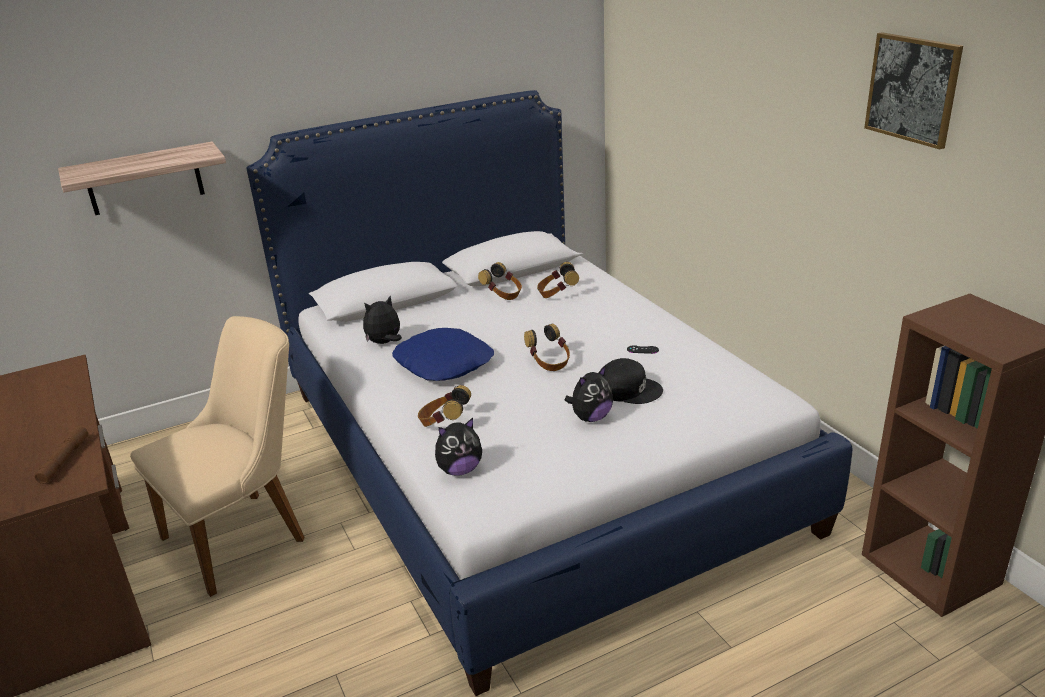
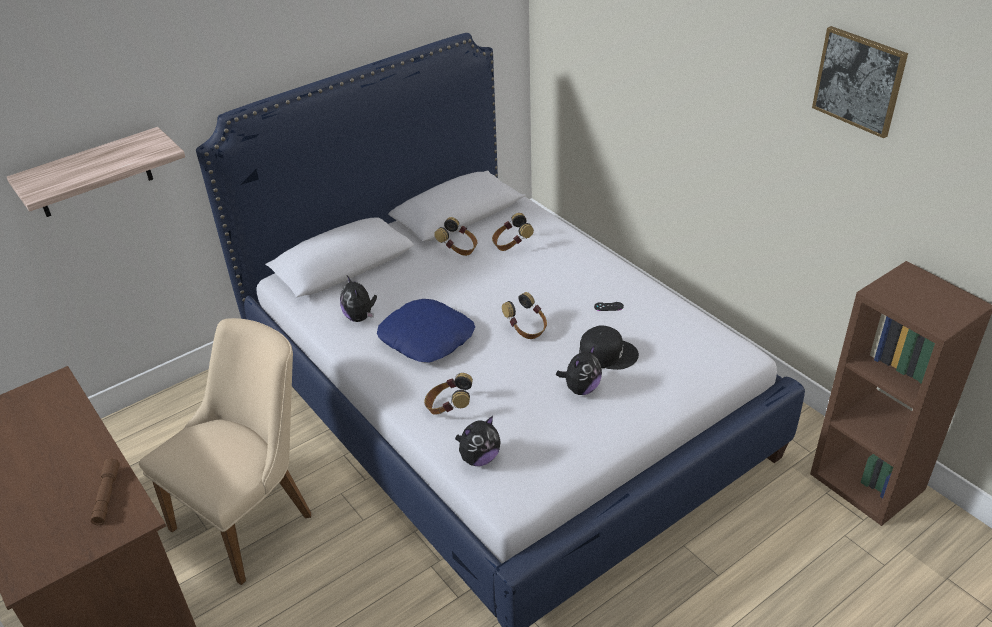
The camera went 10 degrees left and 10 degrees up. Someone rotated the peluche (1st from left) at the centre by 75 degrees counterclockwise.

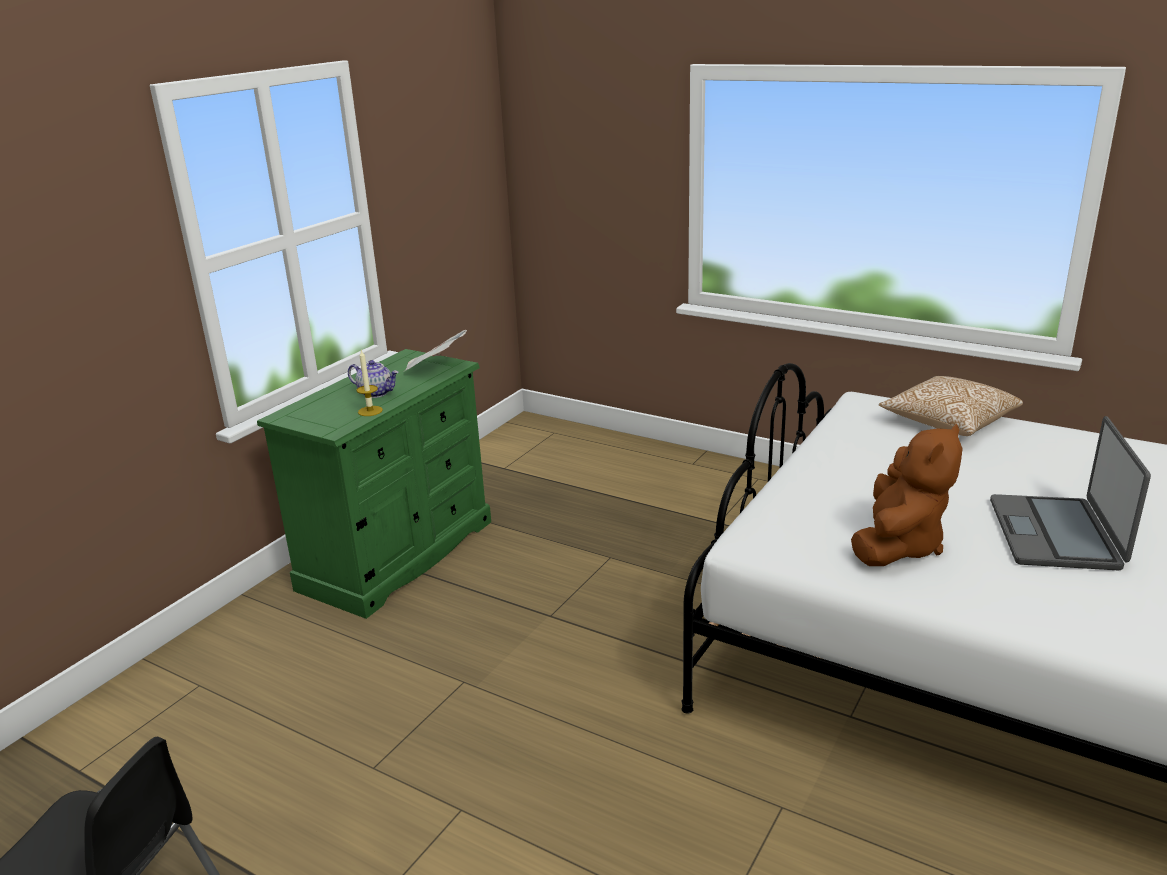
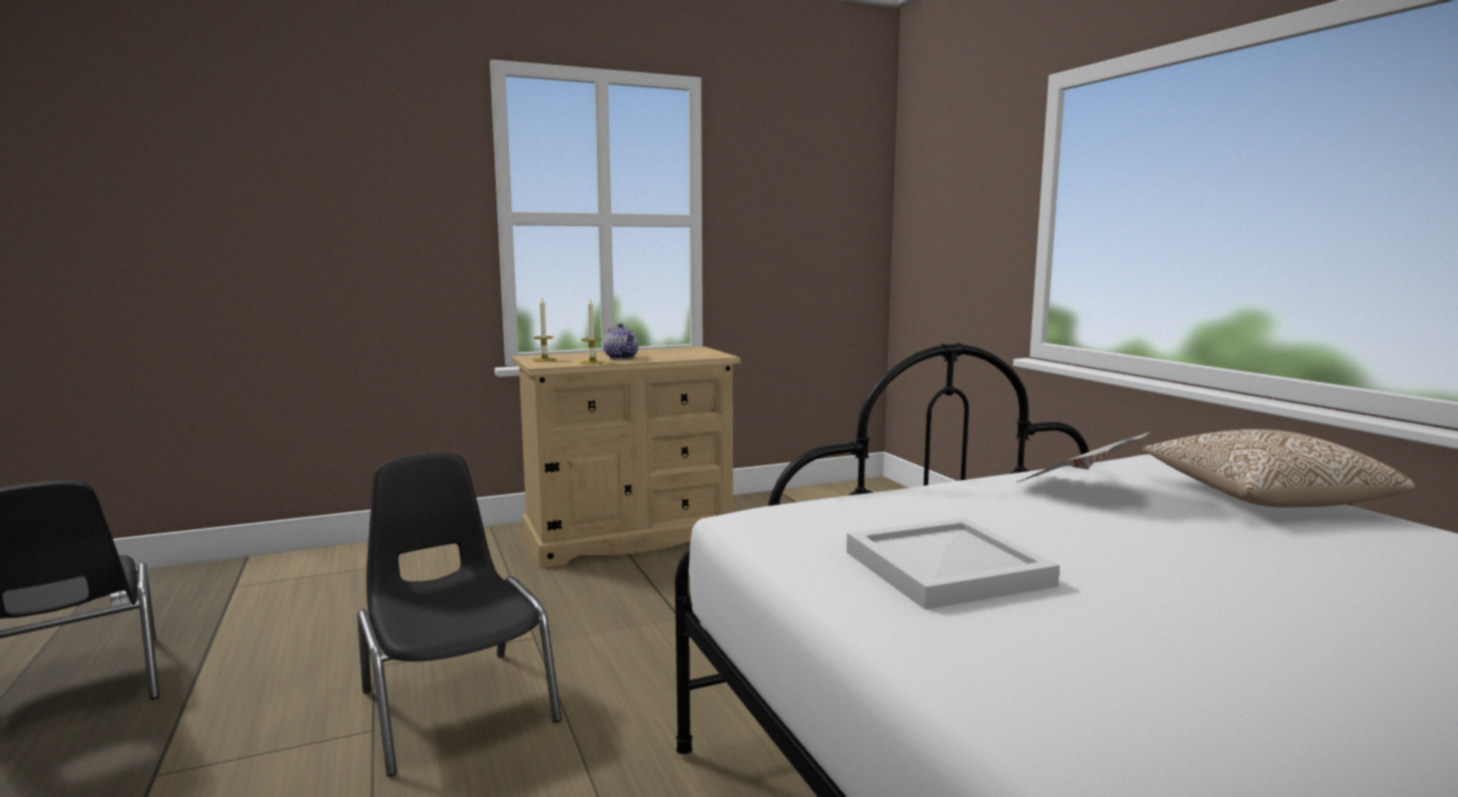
The camera went 35 degrees right and 15 degrees down. Someone put down the silla [negro] (2nd from left) at the bottom left. Someone repainted the cómoda [verde] at the middle left, which became the cómoda [beis] at the centre. Someone put down the vela (1st from left) at the centre. Someone swapped the peluche [marrón] at the middle right for the bandeja [blanco] at the bottom centre. Someone carried the periódico from the centre to the middle right. Someone took away the portátil at the middle right.

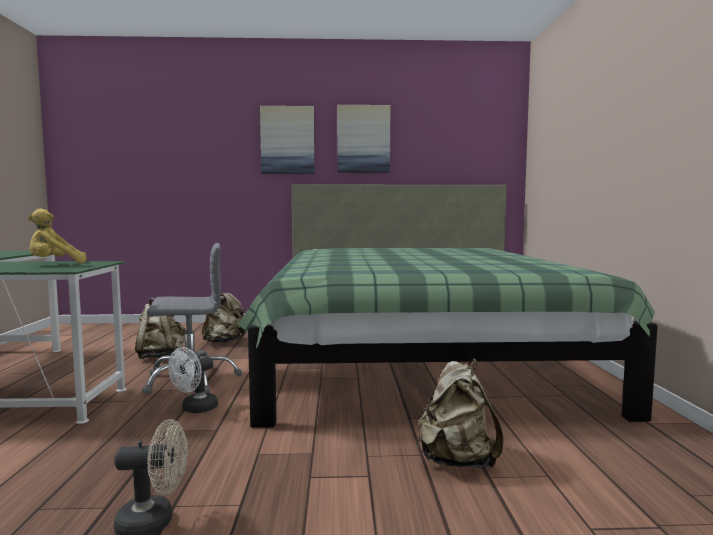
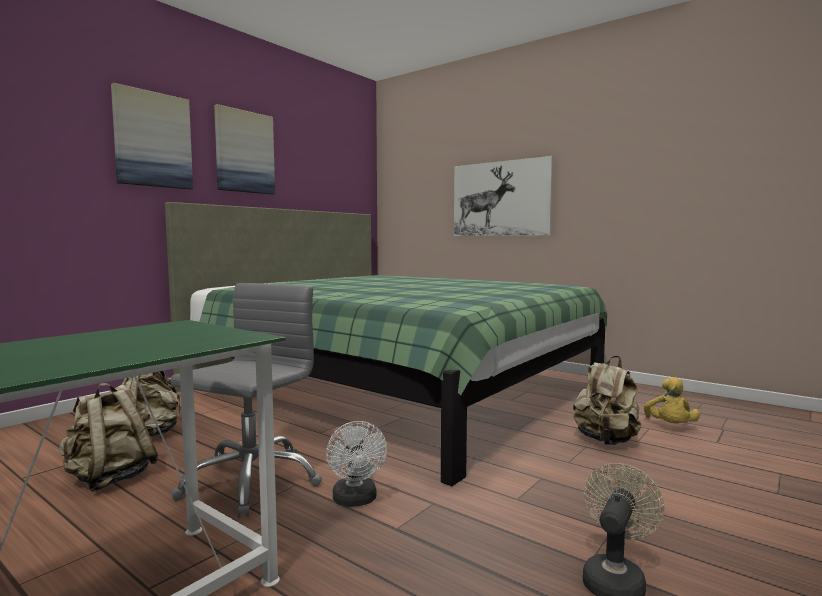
The camera went 50 degrees left and 0 degrees up. Someone put up the cuadro (3rd from left) at the top centre. Someone carried the peluche [amarillo] from the middle left to the bottom right.

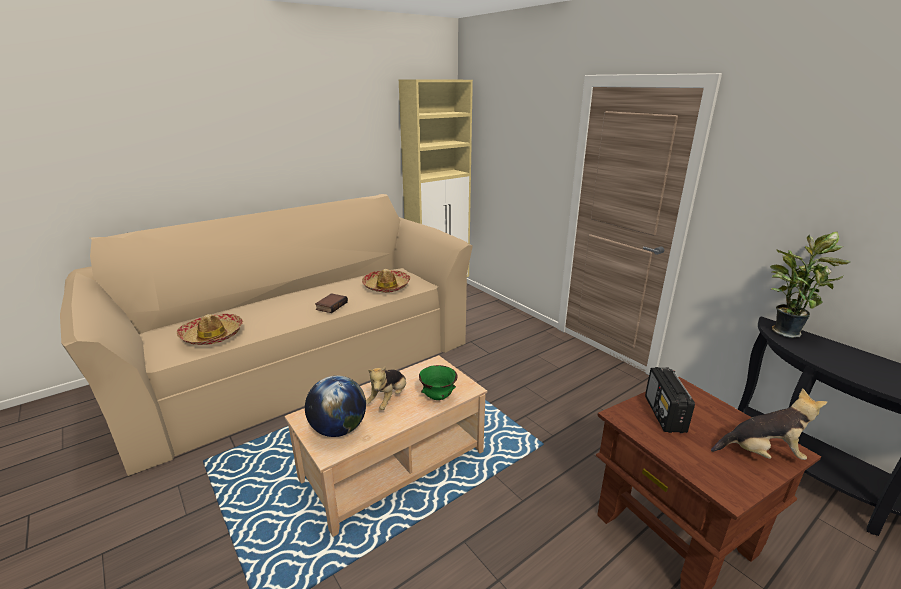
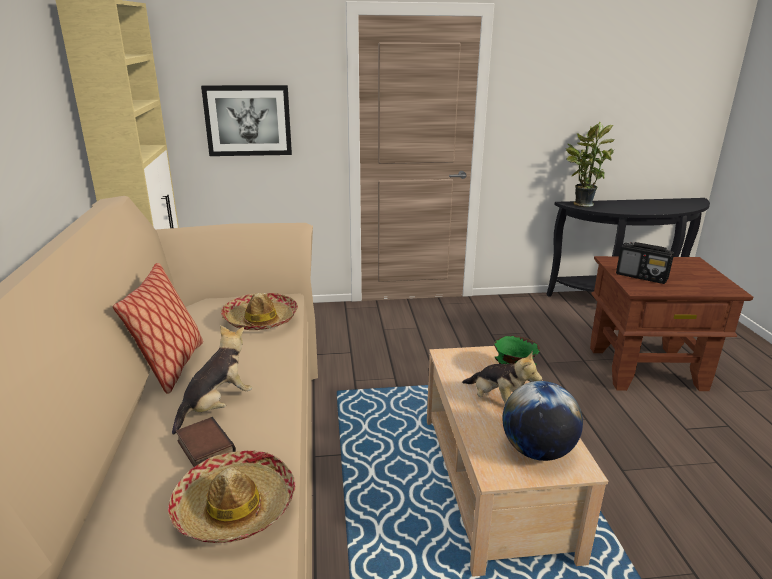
The camera went 60 degrees left and 0 degrees up. Someone put down the cojín at the middle left. Someone carried the peluche (2nd from left in the first image) from the bottom right to the middle left. Someone carried the libro from the centre to the bottom left. Someone put up the cuadro at the top left.

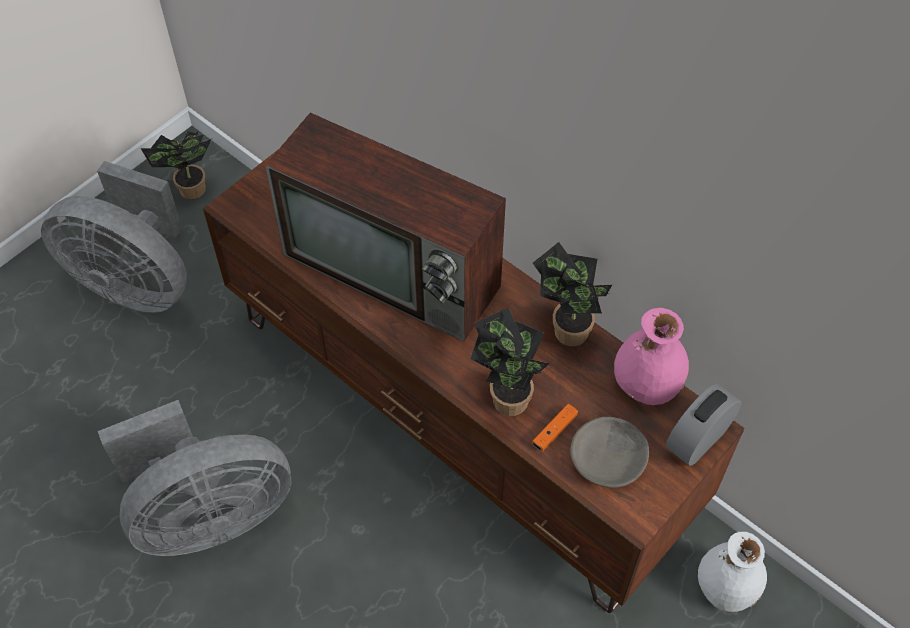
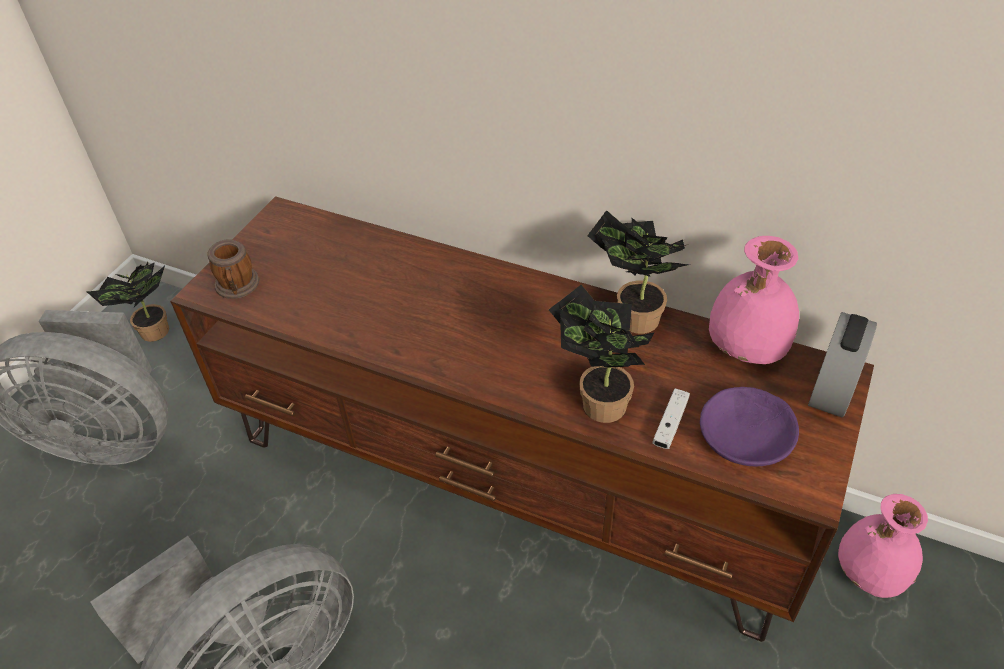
The camera went 15 degrees left and 10 degrees down. Someone put down the taza grande at the middle left. Someone repainted the mando de consola [naranja] at the bottom centre, which became the mando de consola [blanco] at the middle right. Someone repainted the cuenco [gris] at the bottom right, which became the cuenco [morado] at the middle right. Someone repainted the florero [blanco] at the bottom right, which became the florero [rosa] (2nd from left) at the bottom right. Someone took away the televisor at the centre.

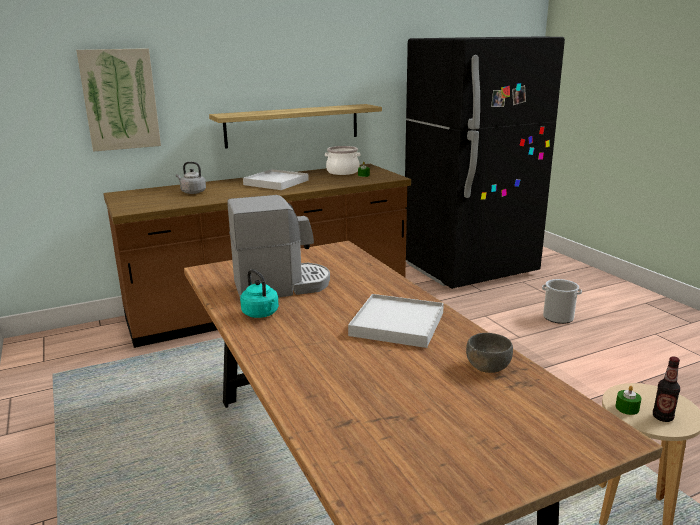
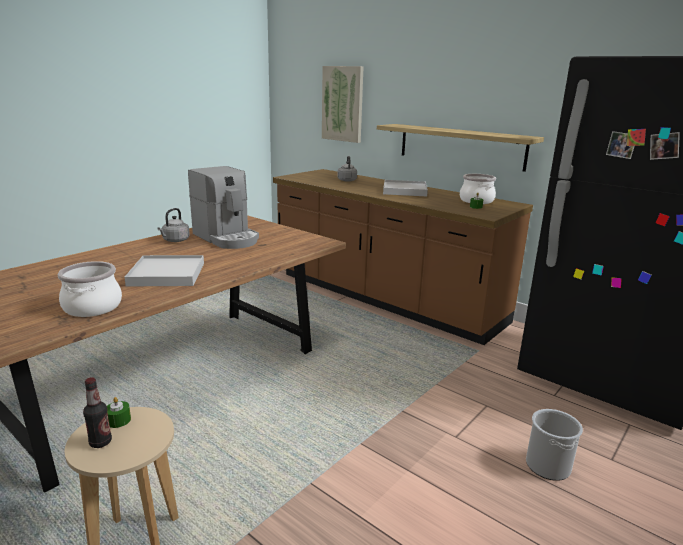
The camera went 65 degrees right and 0 degrees up. Someone swapped the cuenco [gris] at the bottom right for the olla (1st from left) at the middle left. Someone repainted the hervidor [turquesa] at the centre, which became the hervidor [gris] (1st from left) at the middle left.

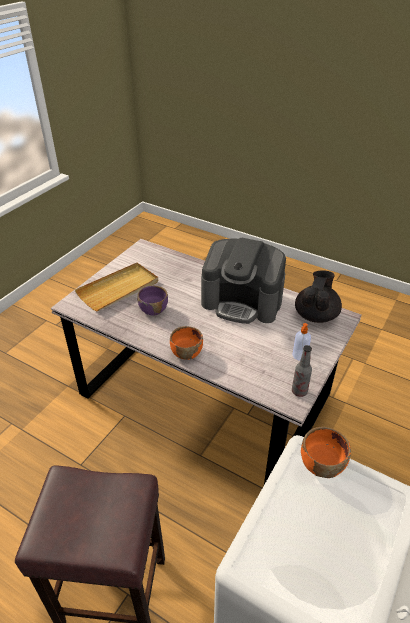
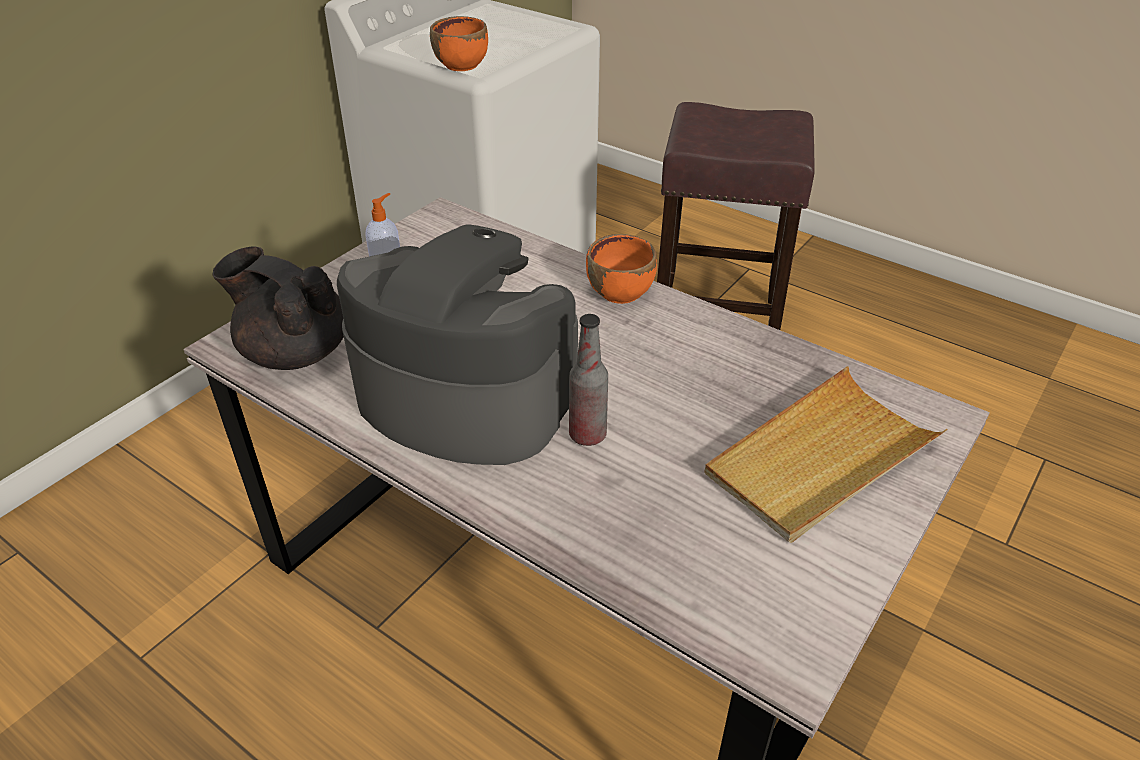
The camera went 175 degrees left and 0 degrees up. Someone rotated the tetera [negro] at the middle right by 90 degrees clockwise. Someone carried the botella from the middle right to the centre. Someone took away the cuenco [morado] at the centre.

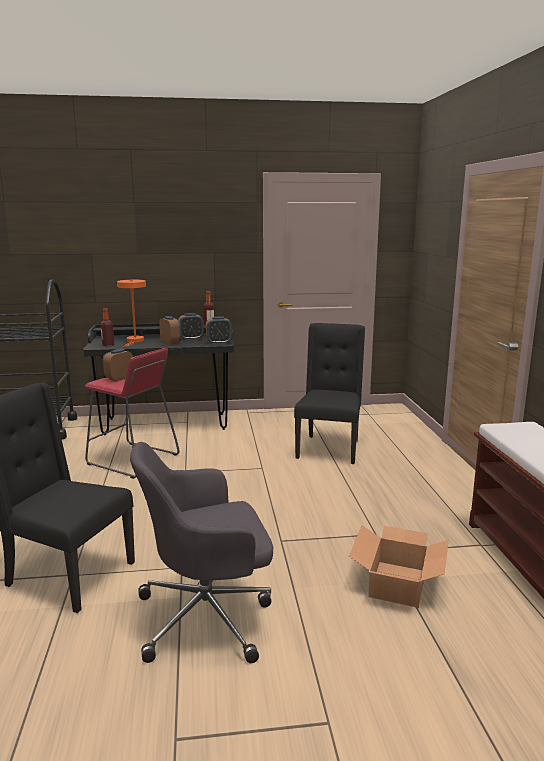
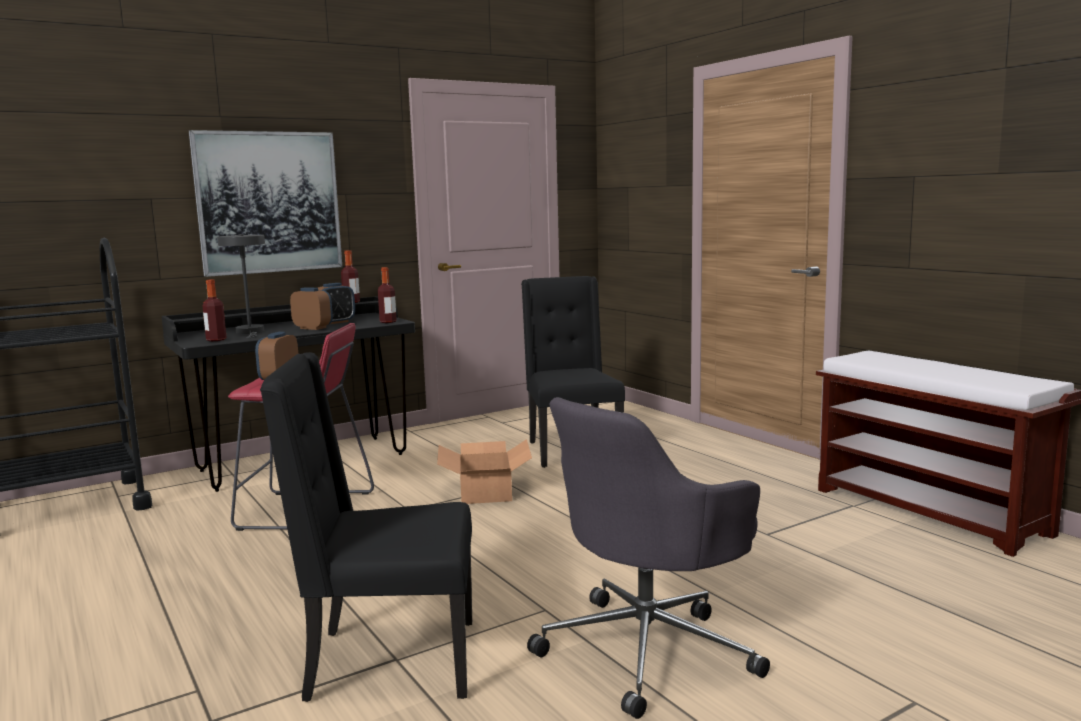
The camera went 25 degrees left and 5 degrees down. Someone put up the cuadro at the top left. Someone repainted the lámpara de mesa [naranja] at the middle left, which became the lámpara de mesa [gris] at the middle left. Someone swapped the despertador (4th from left) at the centre for the botella (3rd from left) at the centre. Someone carried the caja de cartón from the bottom right to the centre.

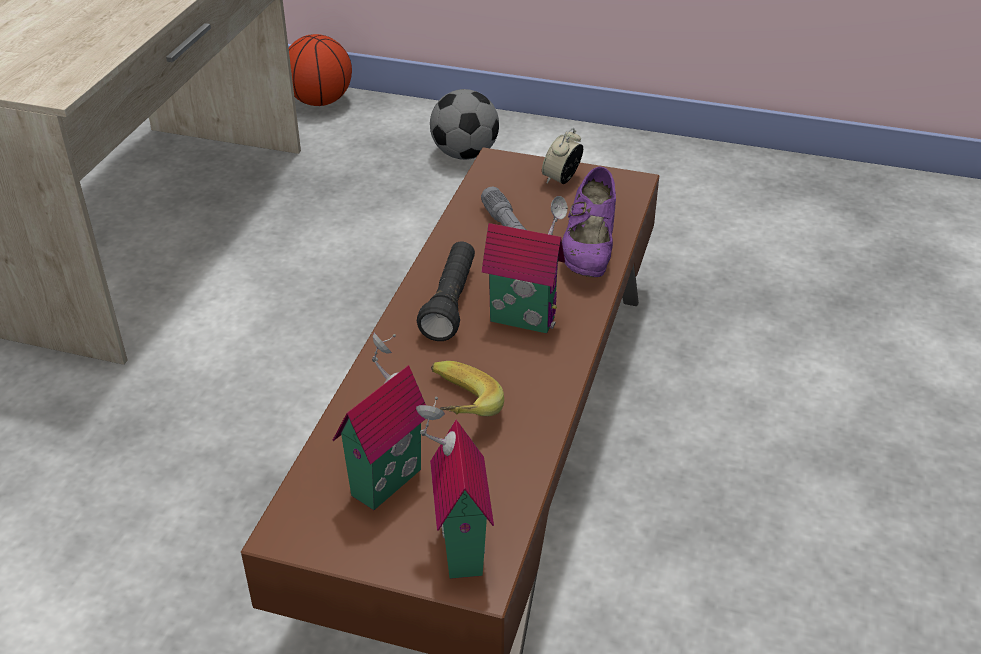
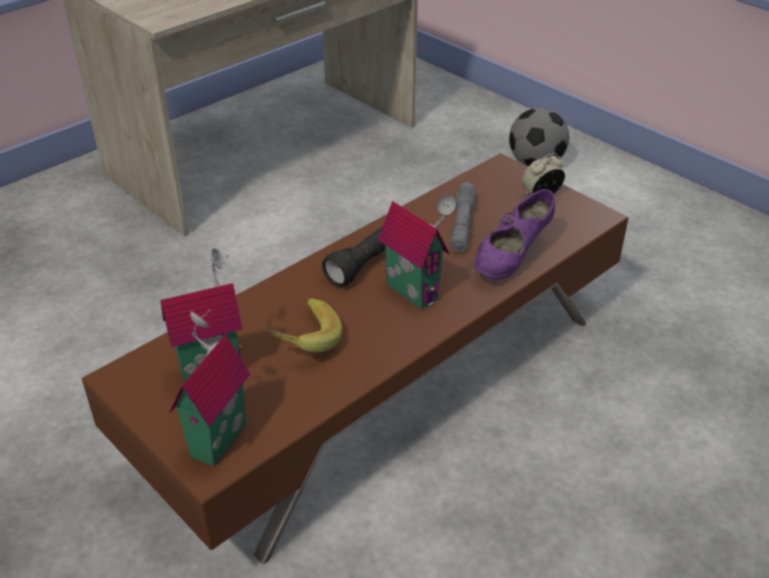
The camera went 30 degrees right and 0 degrees up. Someone took away the balón de baloncesto at the top left.

